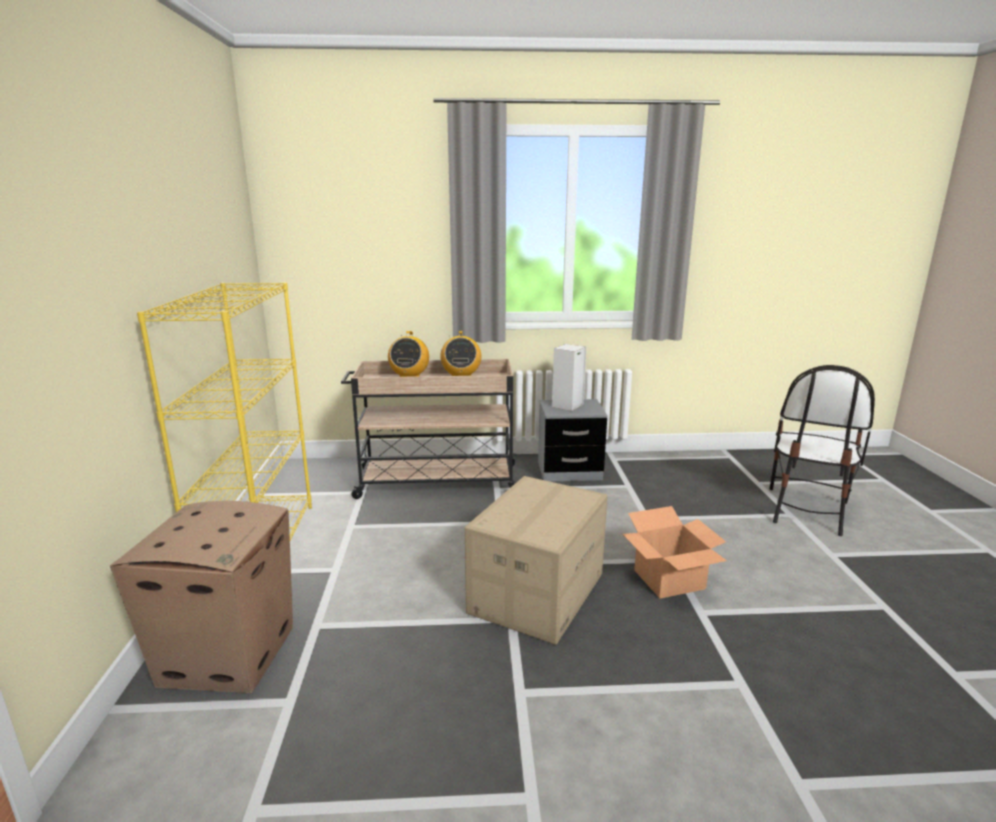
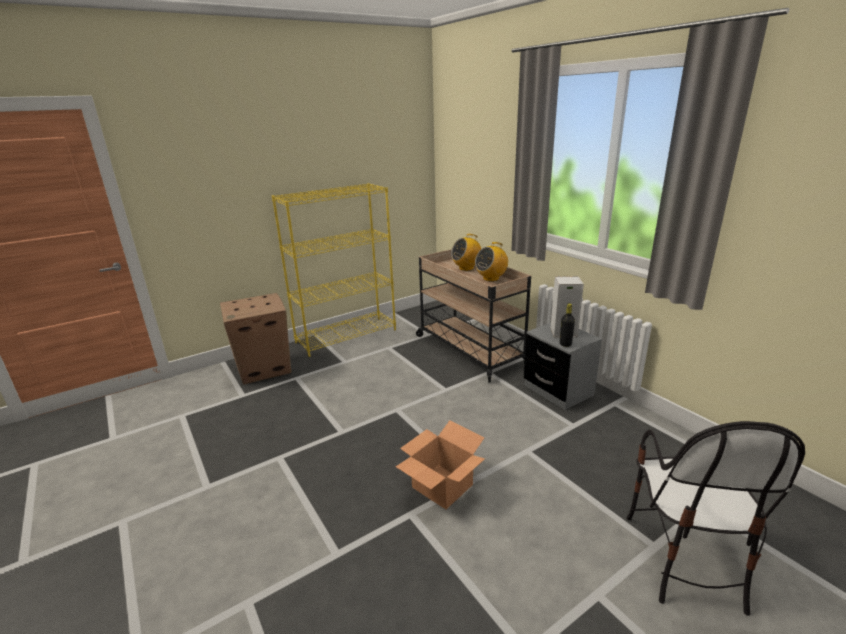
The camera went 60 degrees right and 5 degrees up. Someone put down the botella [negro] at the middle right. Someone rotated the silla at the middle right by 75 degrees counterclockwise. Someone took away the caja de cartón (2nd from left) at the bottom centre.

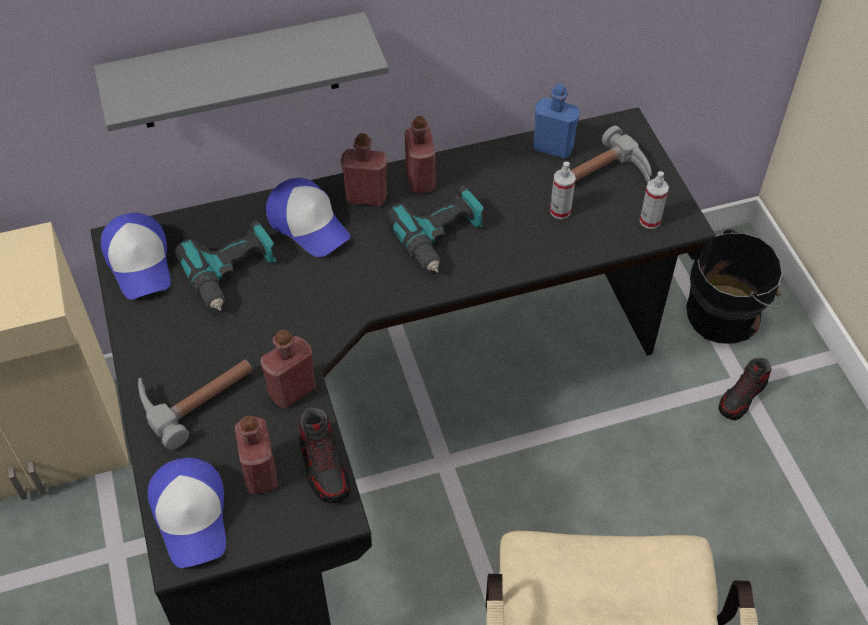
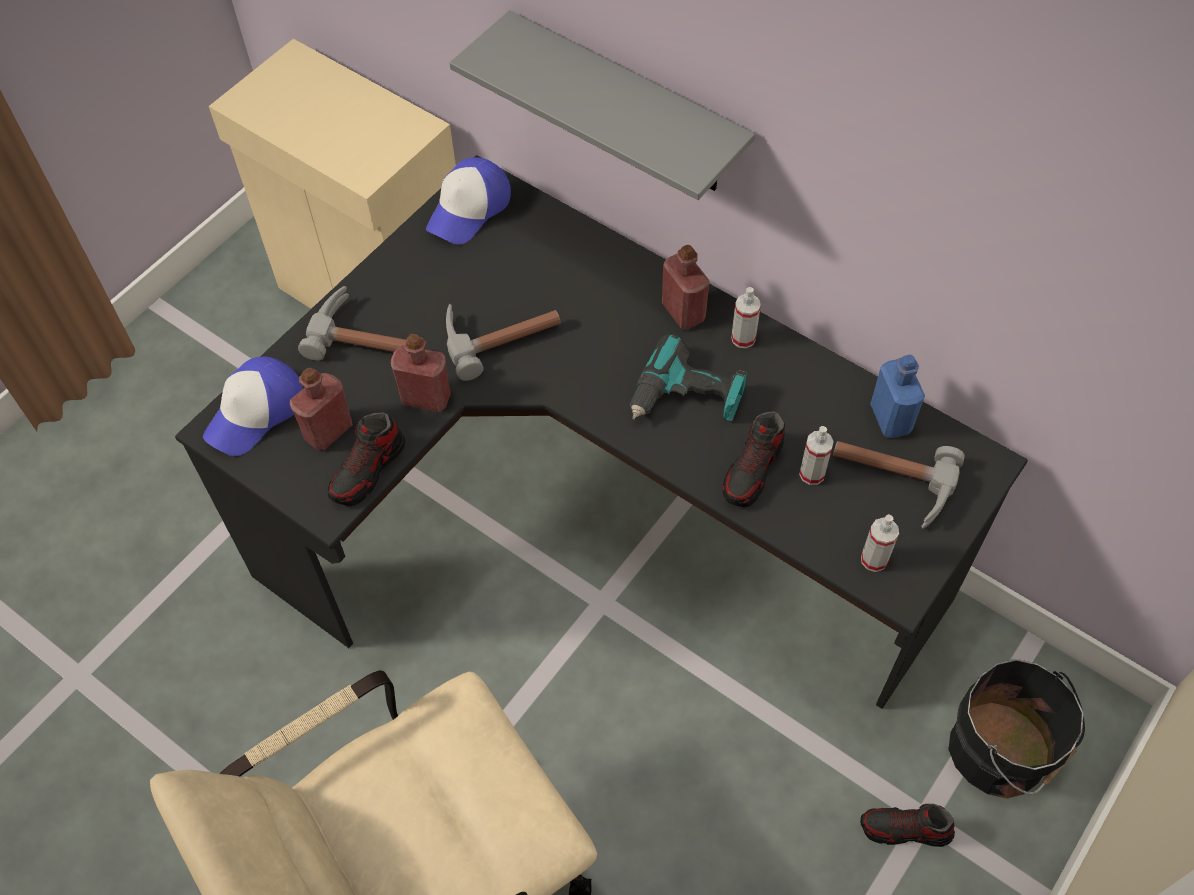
The camera went 55 degrees right and 5 degrees up. Someone put down the martillo (2nd from left) at the centre. Someone put down the zapato (2nd from left) at the centre. Someone swapped the botella [rojo] (4th from left) at the top centre for the pulverizador (1st from left) at the centre. Someone took away the taladro (1st from left) at the middle left. Someone took away the gorra (3rd from left) at the centre.

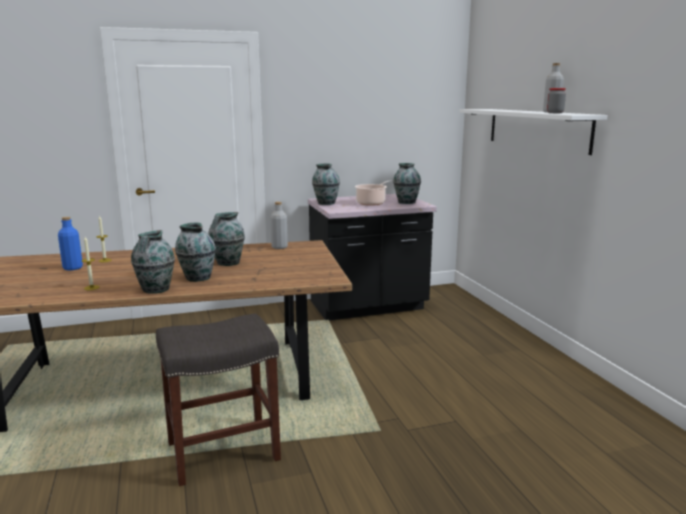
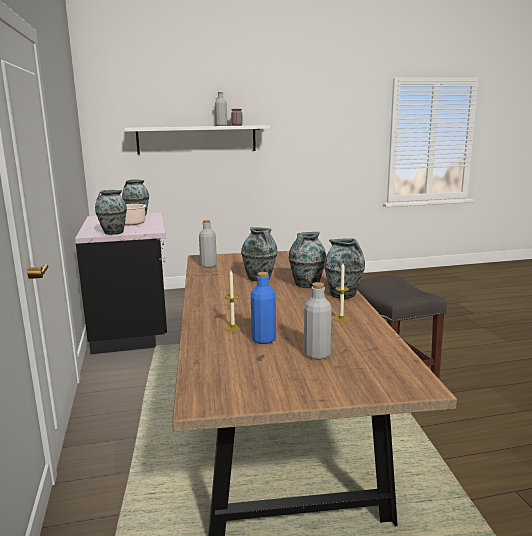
The camera went 85 degrees left and 0 degrees up. Someone put down the botella [gris] (3rd from left) at the centre.

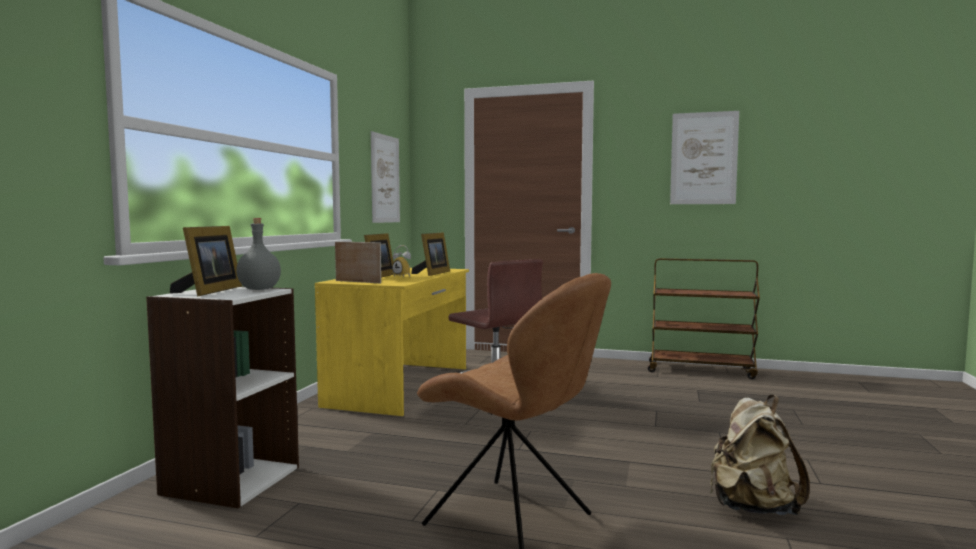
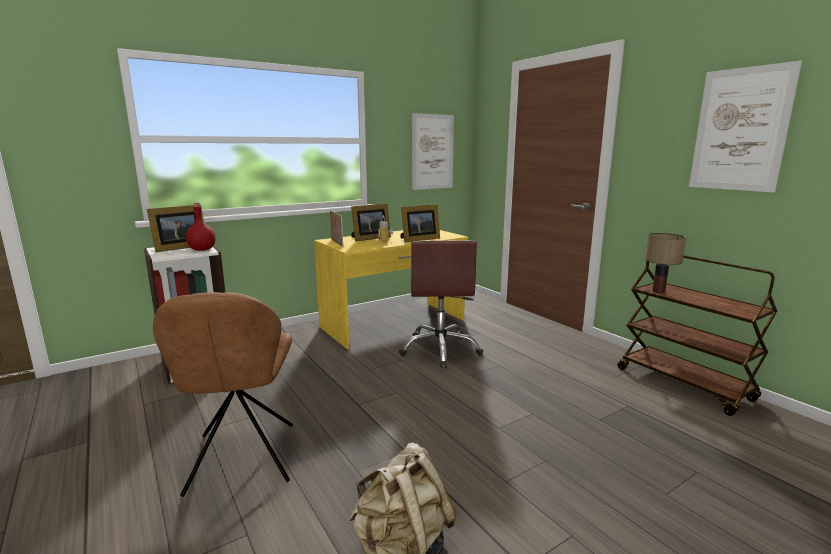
The camera went 40 degrees right and 10 degrees up. Someone repainted the botella [gris] at the middle left, which became the botella [rojo] at the middle left. Someone put down the lámpara de mesa at the middle right.

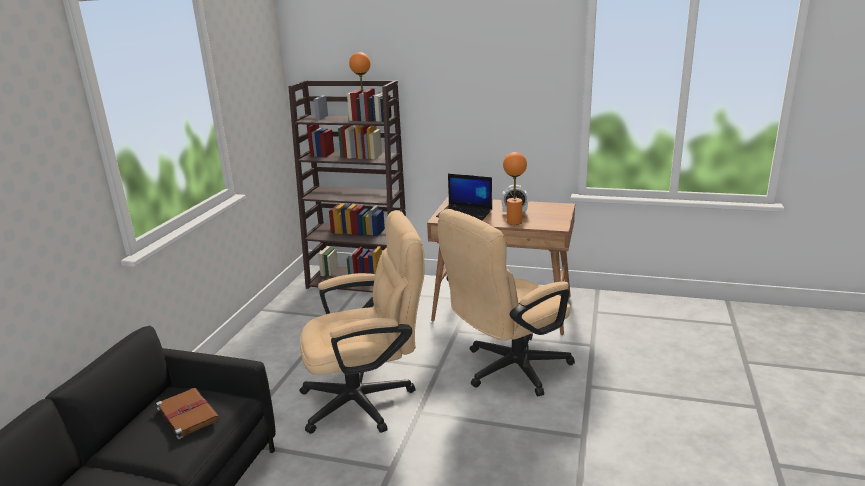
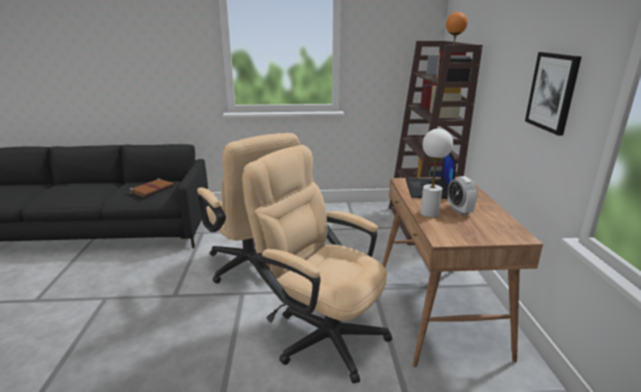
The camera went 70 degrees right and 0 degrees up. Someone repainted the lámpara de mesa [naranja] (2nd from left) at the centre, which became the lámpara de mesa [blanco] at the middle right. Someone put up the cuadro at the top right.

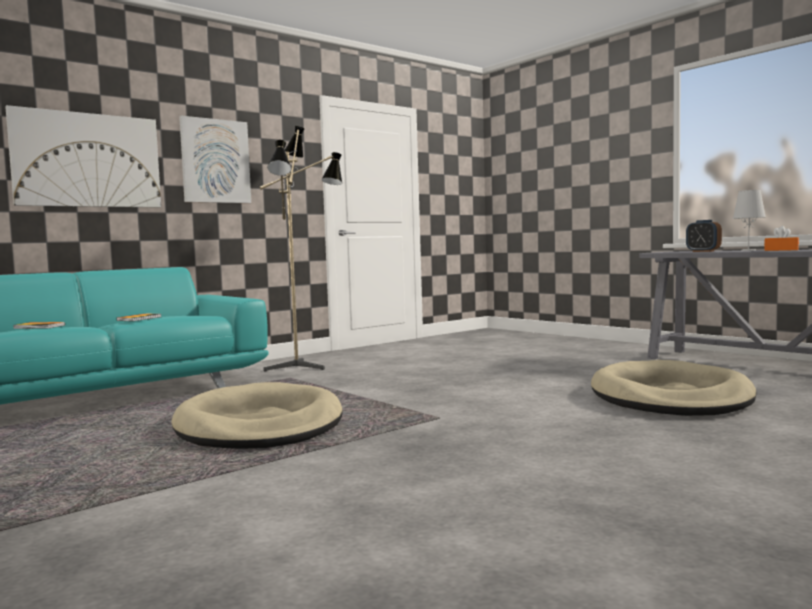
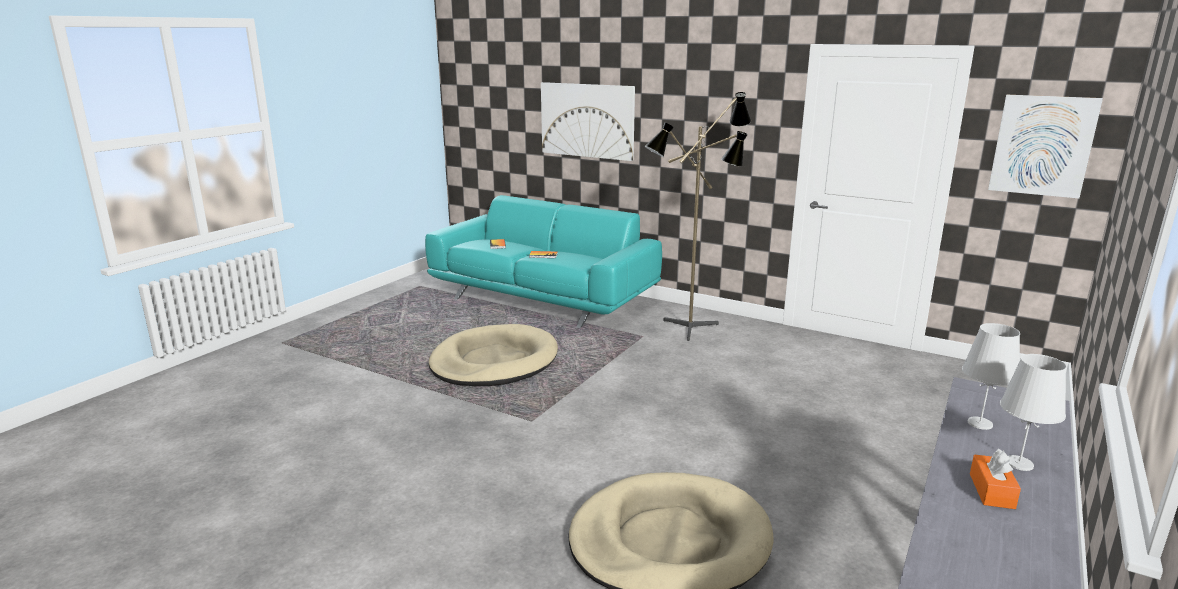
The camera went 70 degrees right and 15 degrees up. Someone swapped the despertador at the middle right for the lámpara de mesa [blanco] (1st from left) at the middle right. Someone carried the cuadro (2nd from left) from the top left to the top right.

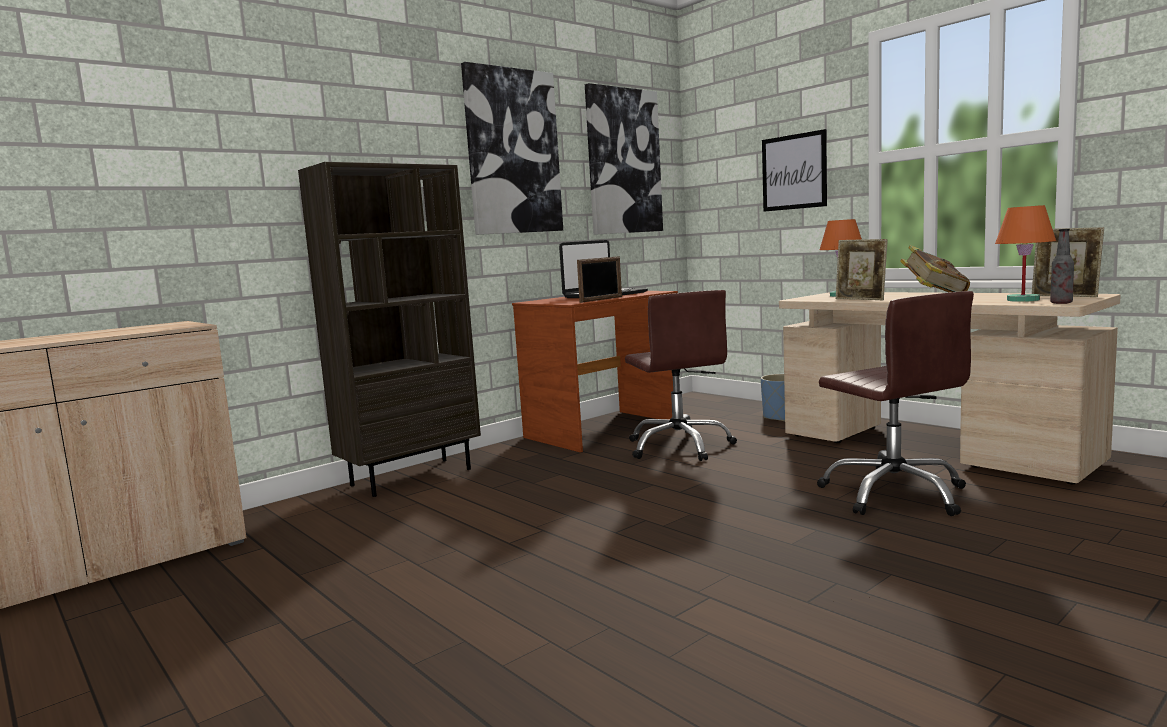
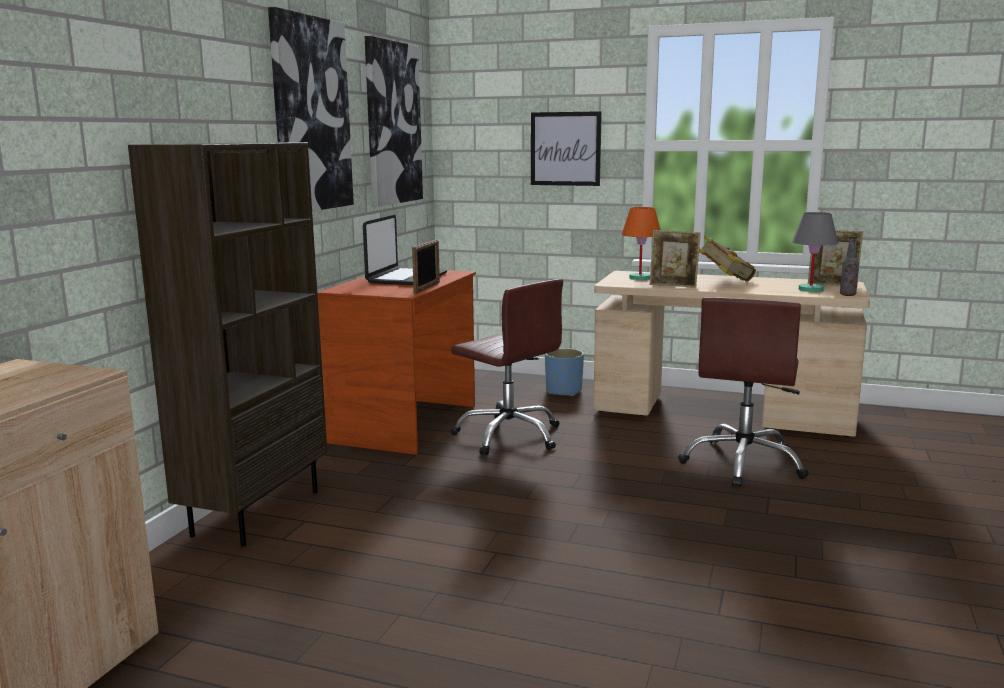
The camera went 30 degrees left and 5 degrees up. Someone rotated the silla de oficina [marrón] (2nd from left) at the middle right by 75 degrees clockwise. Someone repainted the lámpara de mesa [naranja] (2nd from left) at the middle right, which became the lámpara de mesa [gris] at the middle right.

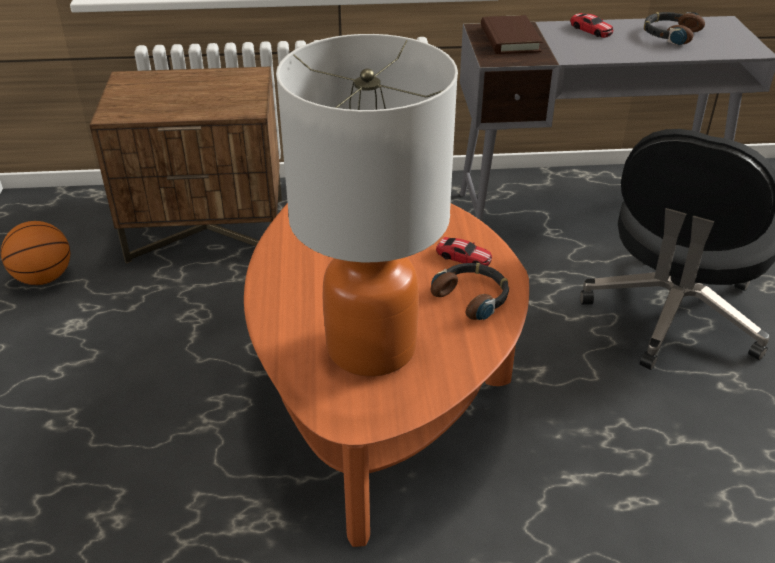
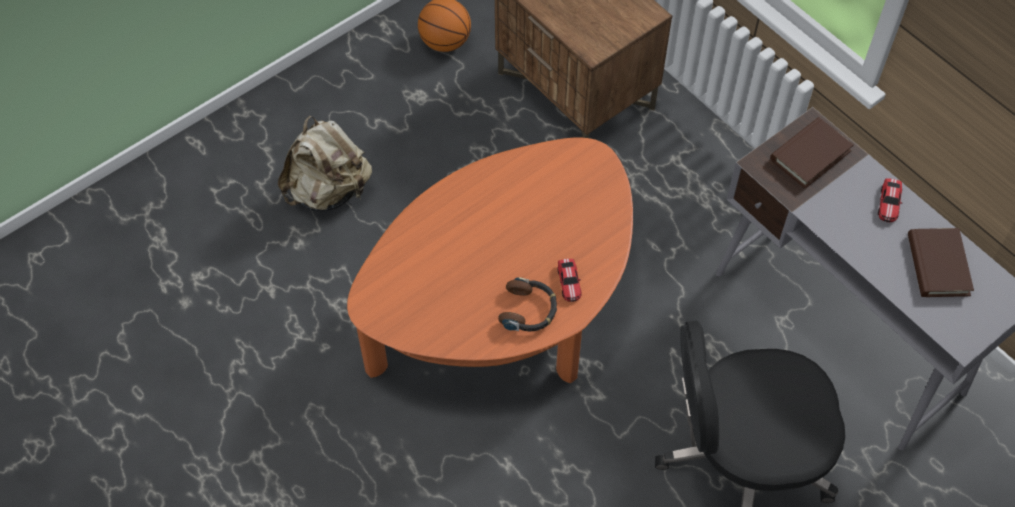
The camera went 55 degrees right and 20 degrees up. Someone put down the mochila [beis] at the top left. Someone swapped the auriculares (2nd from left) at the top right for the libro [marrón] (2nd from left) at the middle right. Someone took away the lámpara de mesa at the centre.

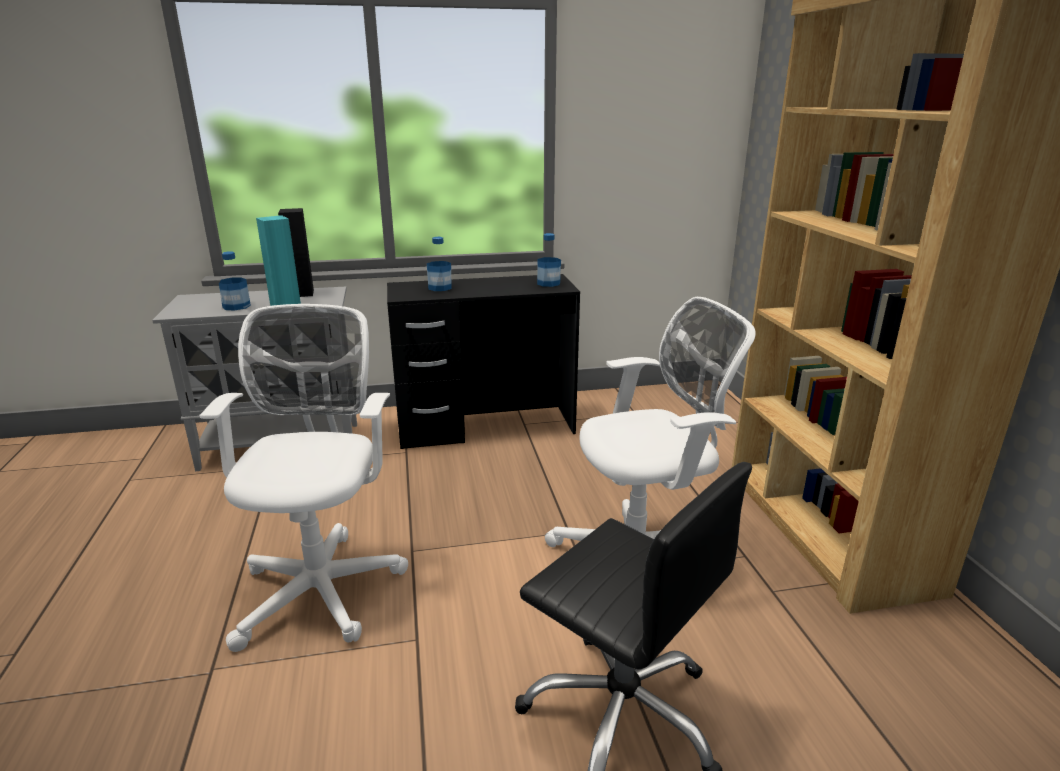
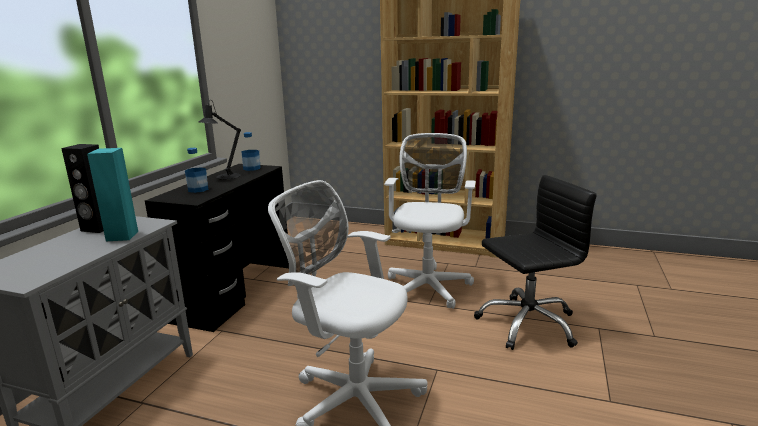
The camera went 60 degrees left and 5 degrees down. Someone put down the lámpara de mesa [negro] at the top left. Someone took away the botella (1st from left) at the middle left.

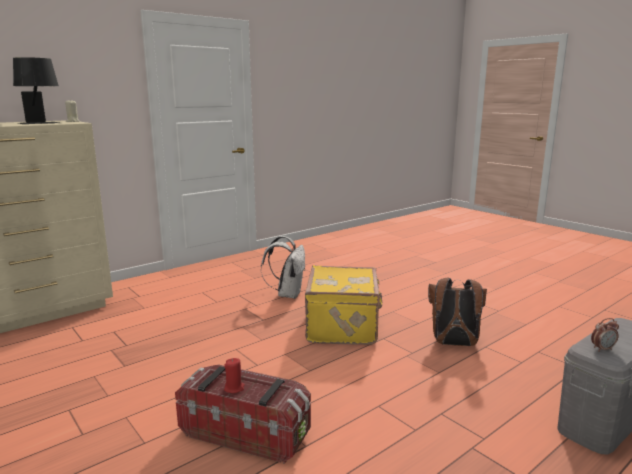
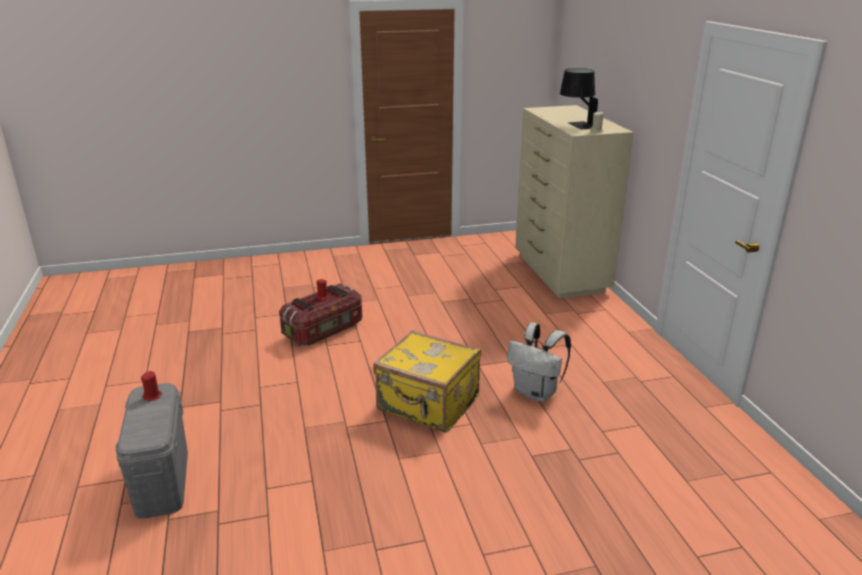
The camera went 115 degrees right and 10 degrees up. Someone swapped the despertador at the bottom right for the vela [rojo] (1st from left) at the bottom left. Someone took away the mochila [marrón] at the middle right.

